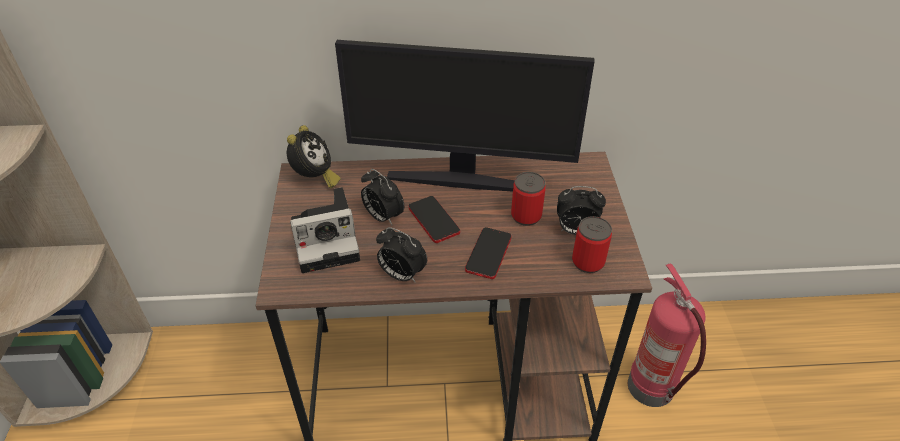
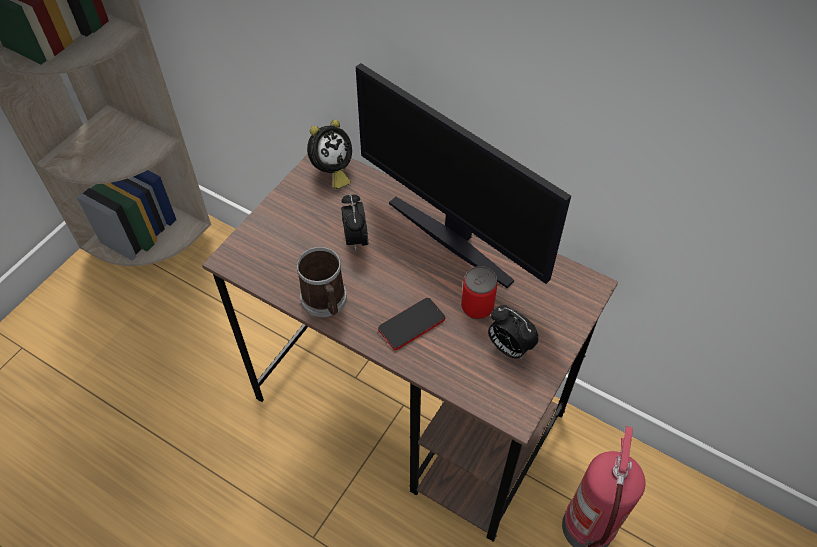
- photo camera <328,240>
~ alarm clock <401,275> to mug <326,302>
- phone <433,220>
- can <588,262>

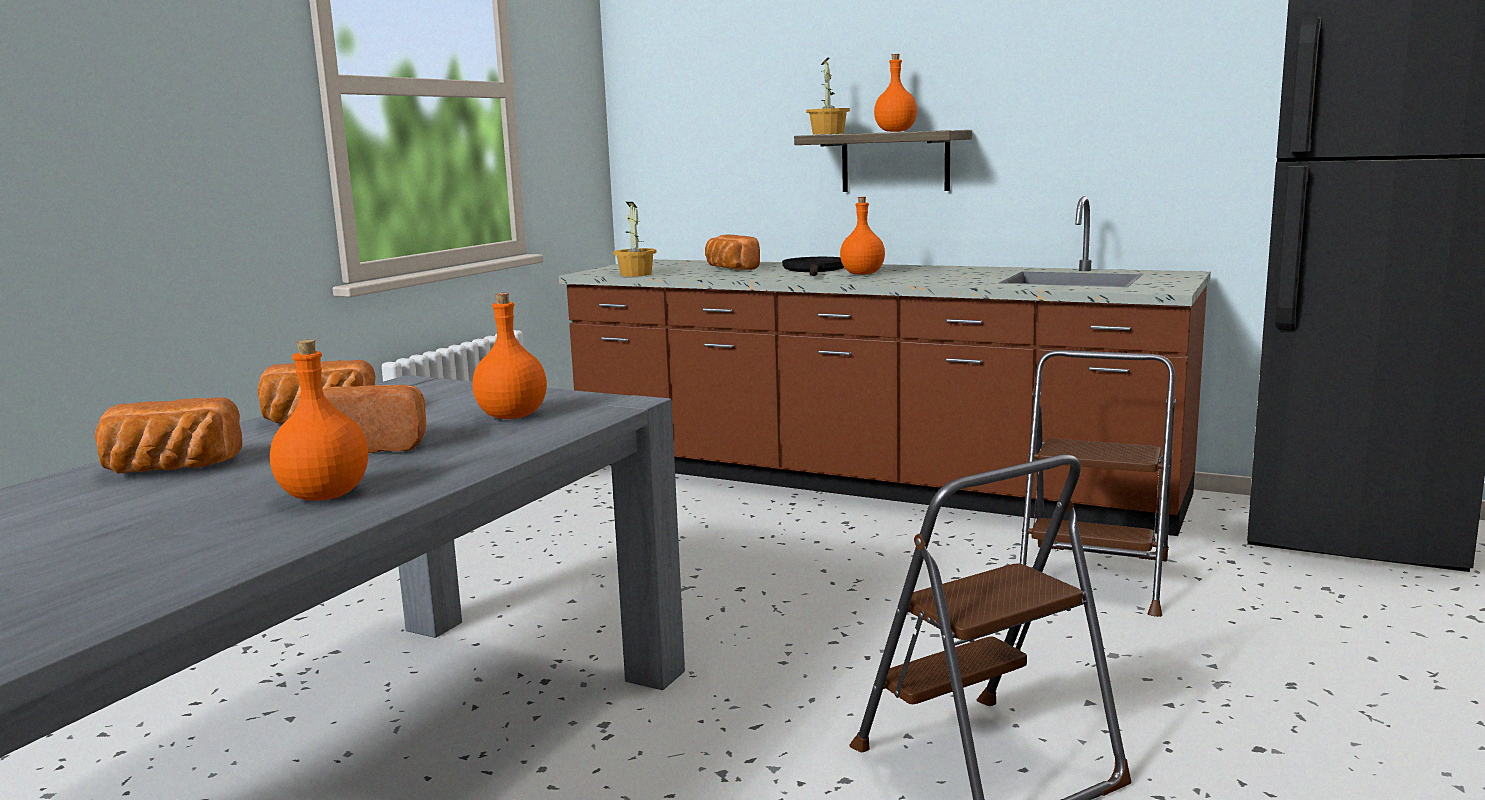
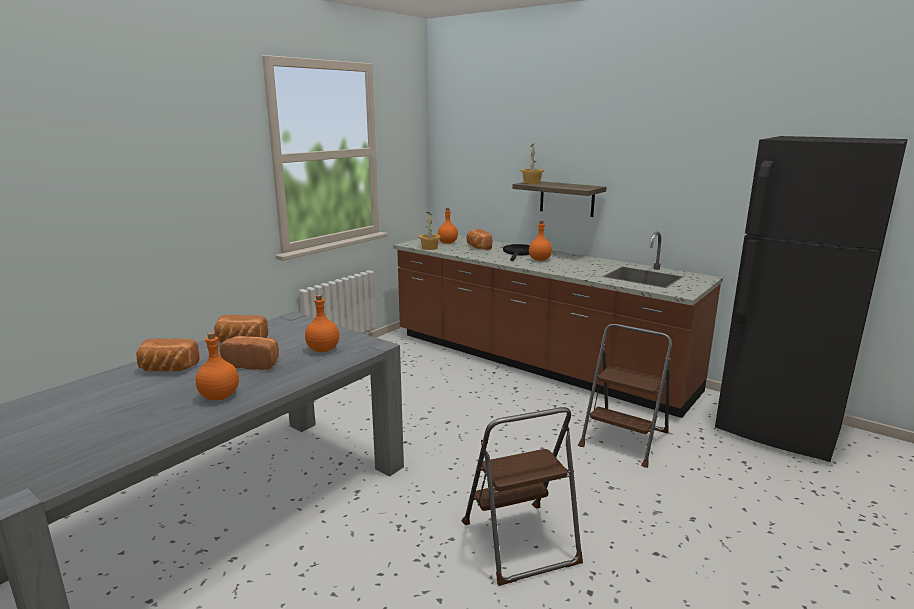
~ orange bottle <895,131> to <447,243>

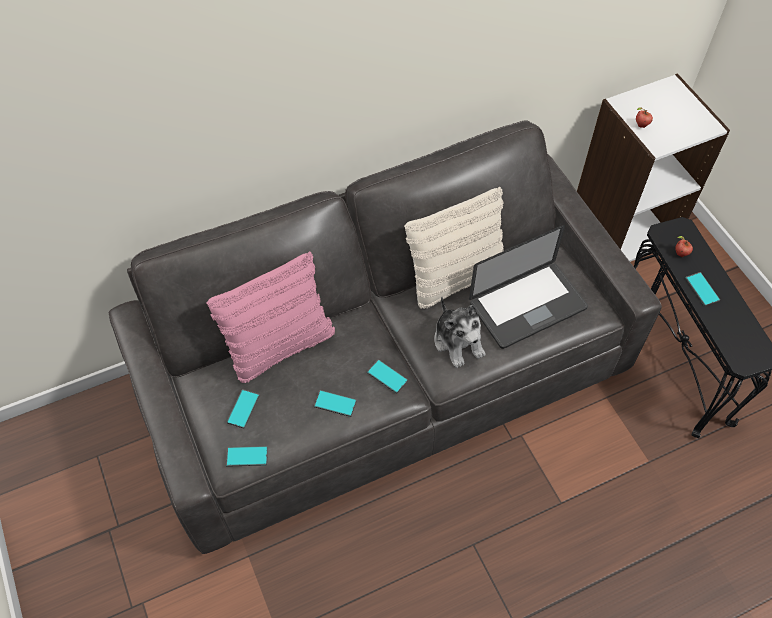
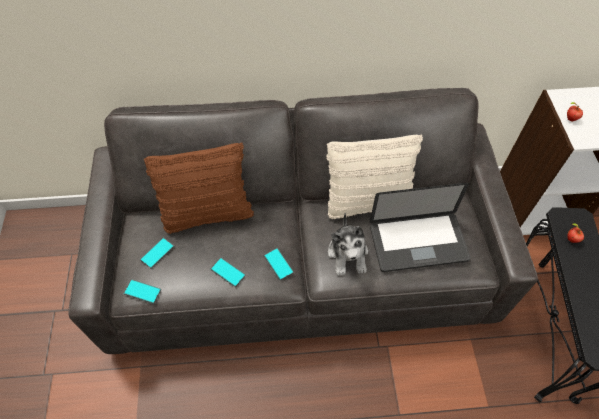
~ pink pillow <280,346> to brown pillow <208,213>
- phone <702,289>

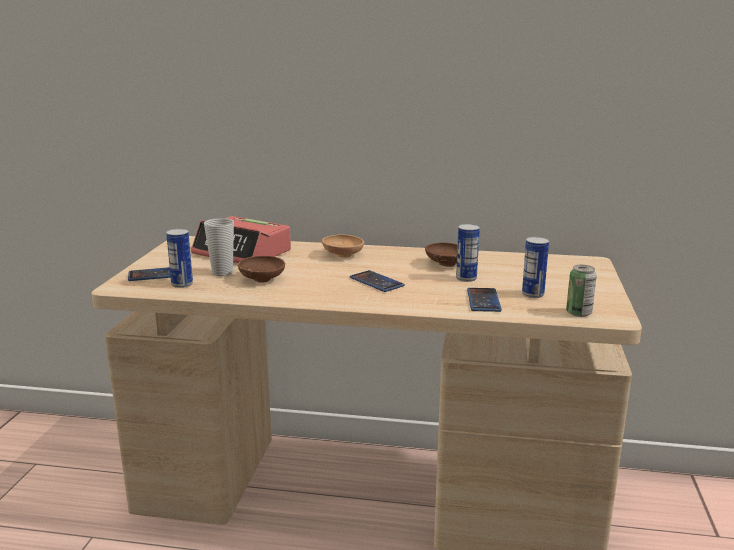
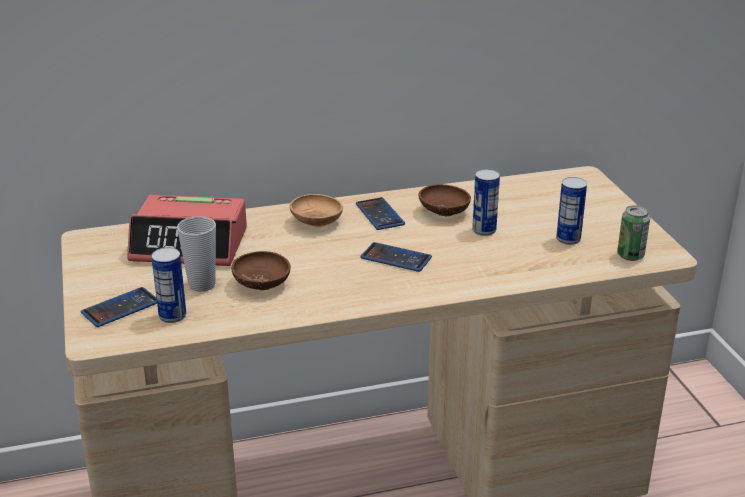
~ phone <483,300> to <379,214>

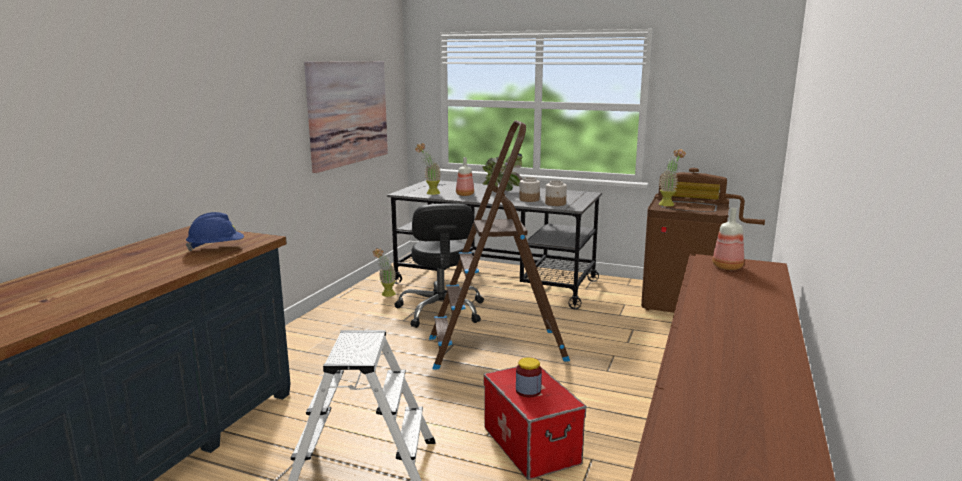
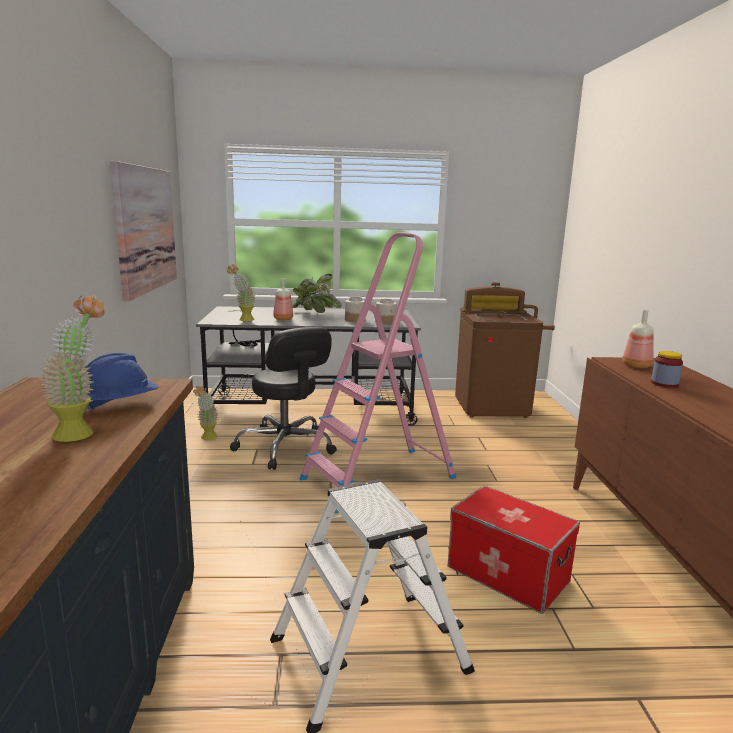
~ brown step ladder <495,349> to pink step ladder <377,478>
~ jar <528,391> to <664,384>
~ potted plant <669,204> to <82,431>

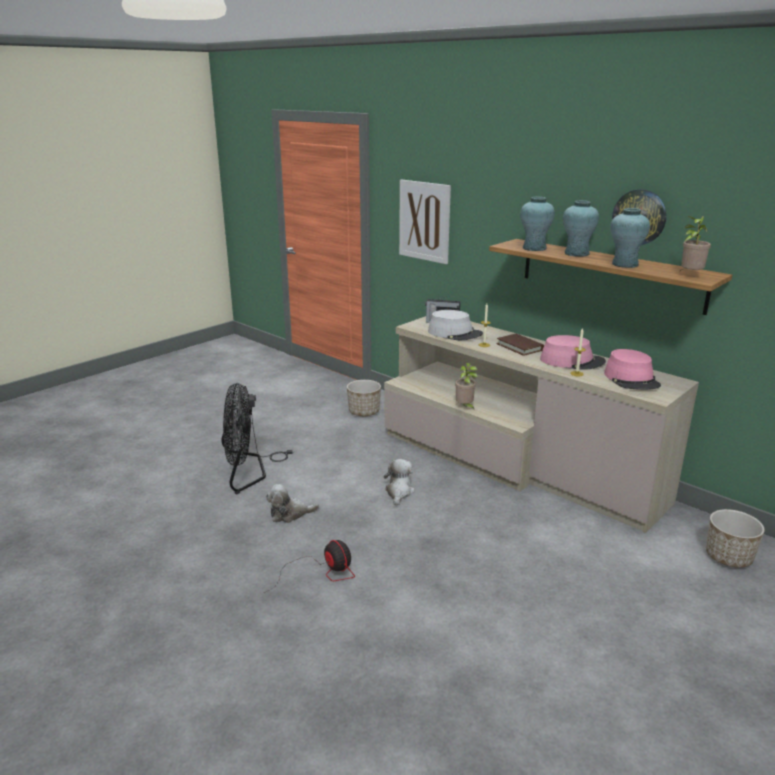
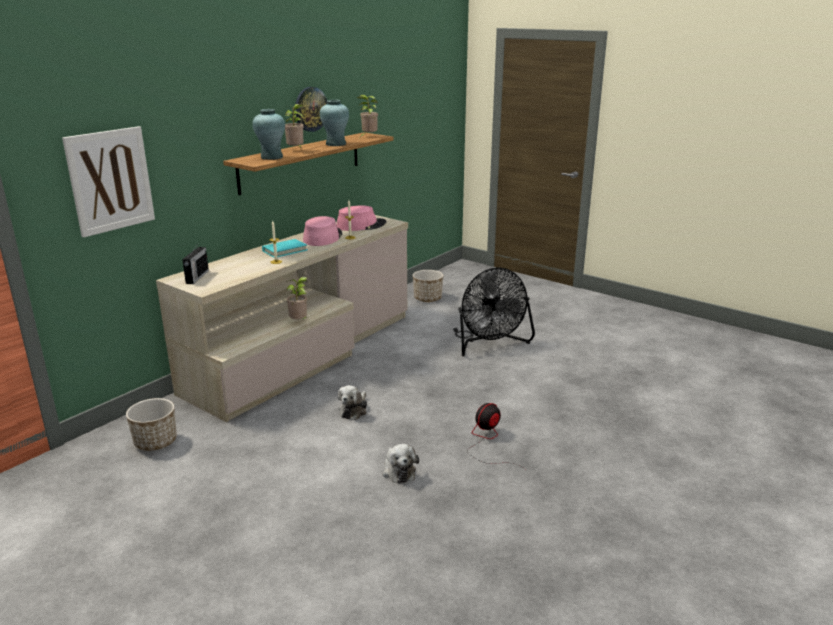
~ black fan <249,468> to <486,343>
~ plush toy <399,492> = <354,410> 75 degrees counterclockwise
- grey hat <455,333>
~ brown book <520,347> to turquoise book <285,250>
~ turquoise vase <576,253> to potted plant <296,150>

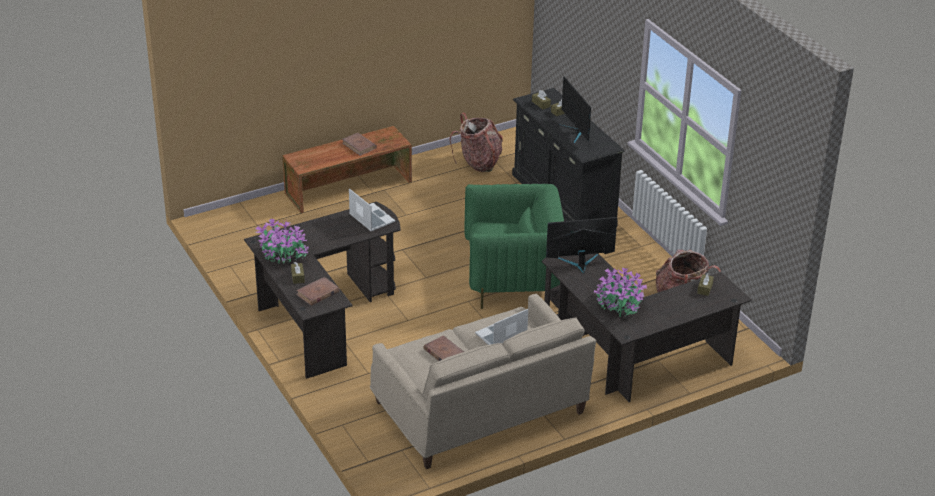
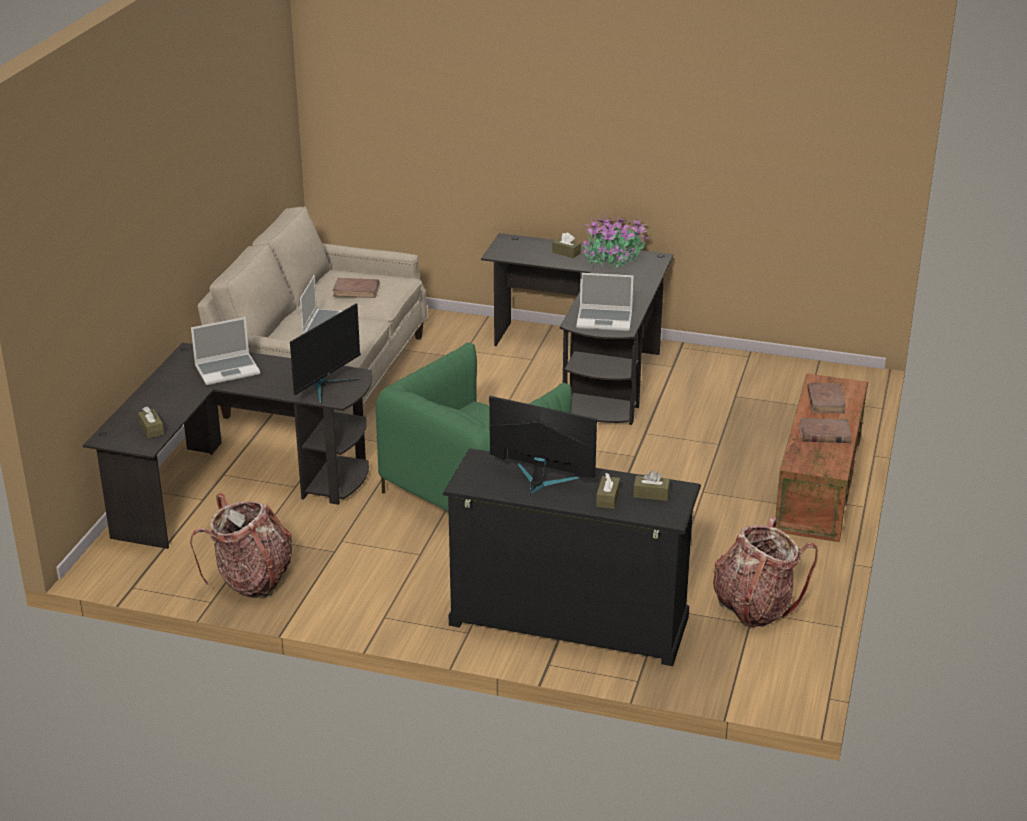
~ brown book <317,293> to <825,401>
~ potted plant <619,305> to laptop <228,370>

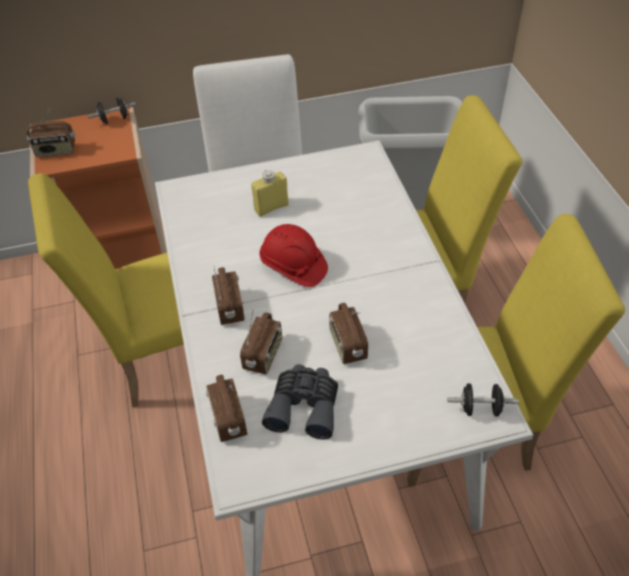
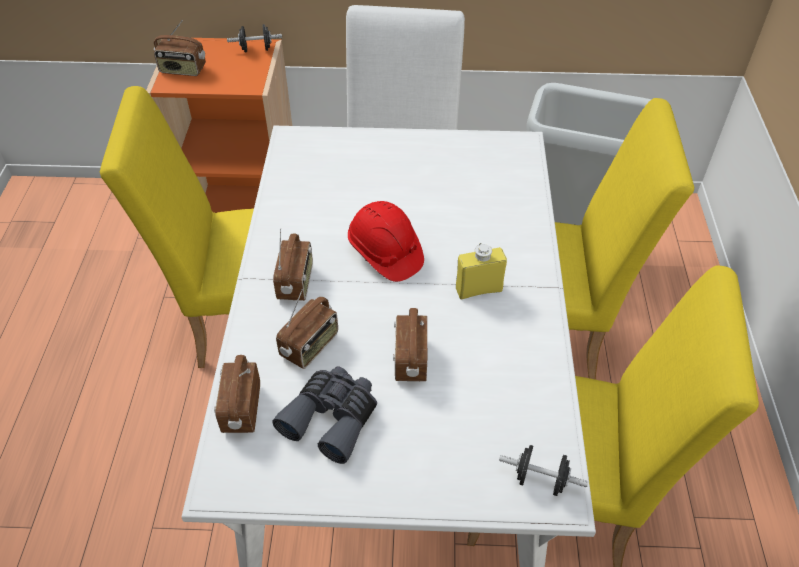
~ yellow bottle <271,207> to <478,289>

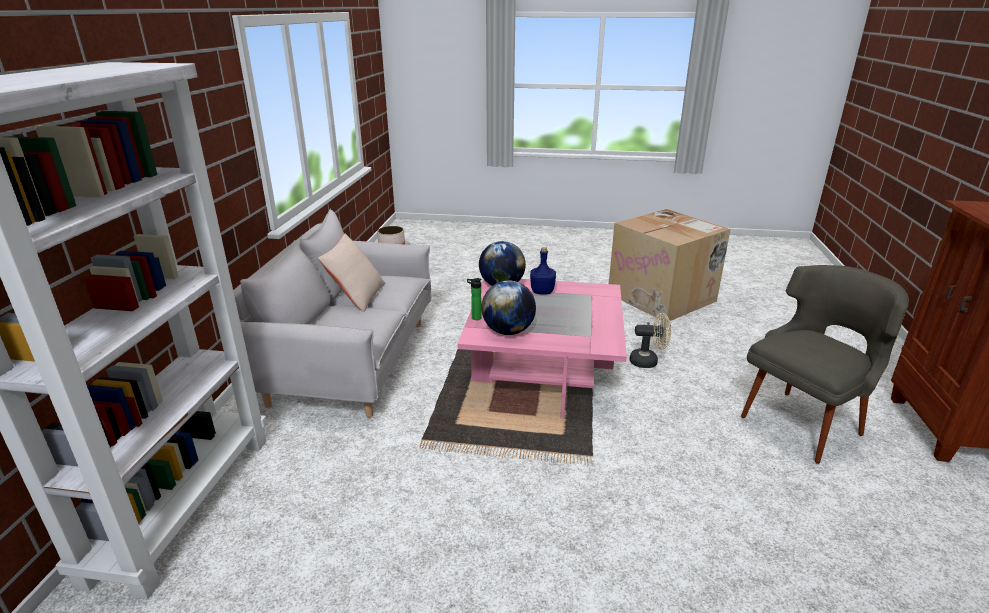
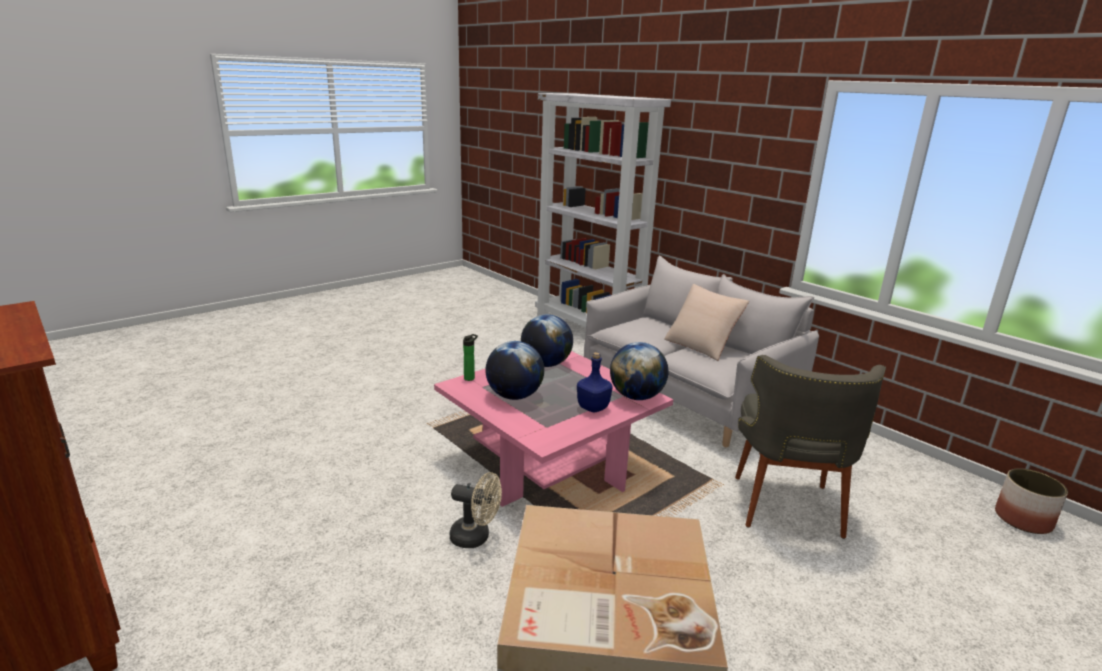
~ bottle <474,318> to <470,378>
~ beige fan <648,361> = <476,537> 120 degrees counterclockwise
~ grey chair <799,426> to <786,506>
+ globe <514,396>

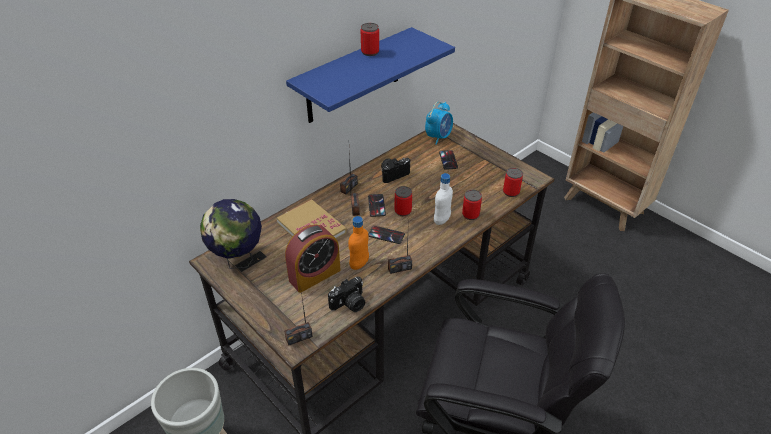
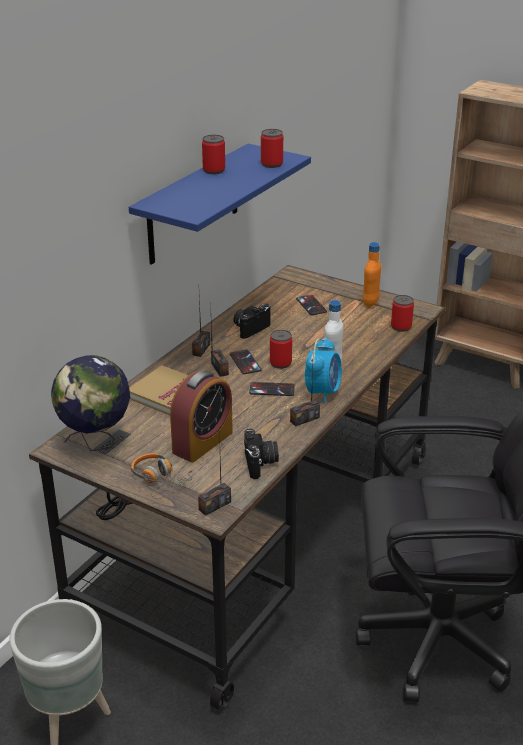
~ photo camera <349,304> = <261,463> 45 degrees counterclockwise
~ orange bottle <359,264> to <370,302>
~ alarm clock <438,137> to <322,392>
~ can <470,214> to <271,164>
+ headphones <159,480>

